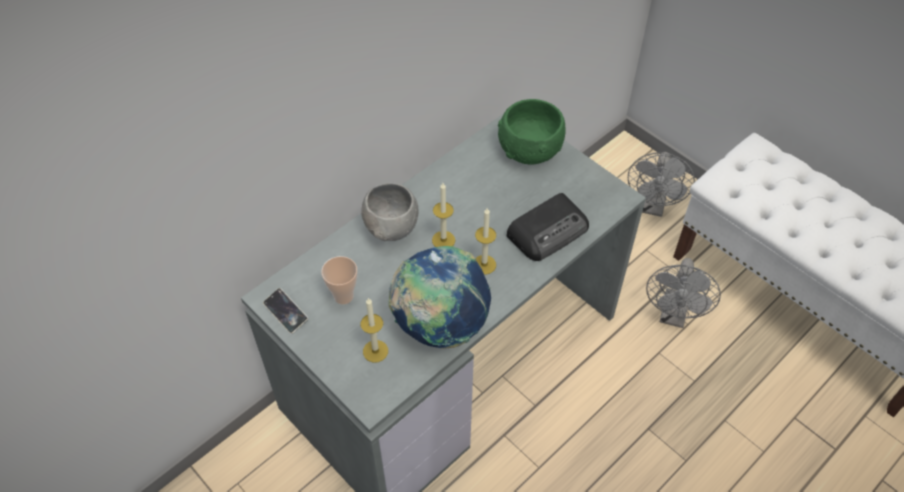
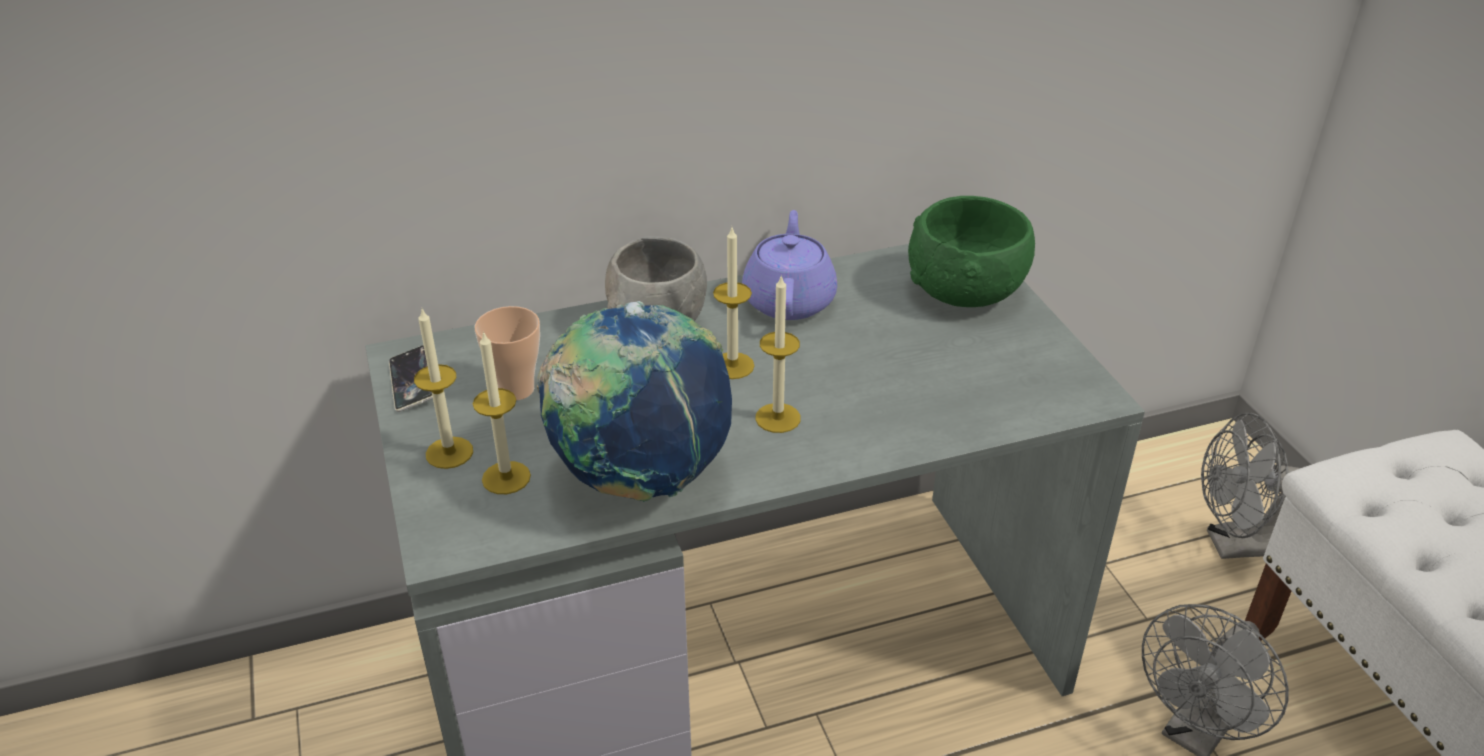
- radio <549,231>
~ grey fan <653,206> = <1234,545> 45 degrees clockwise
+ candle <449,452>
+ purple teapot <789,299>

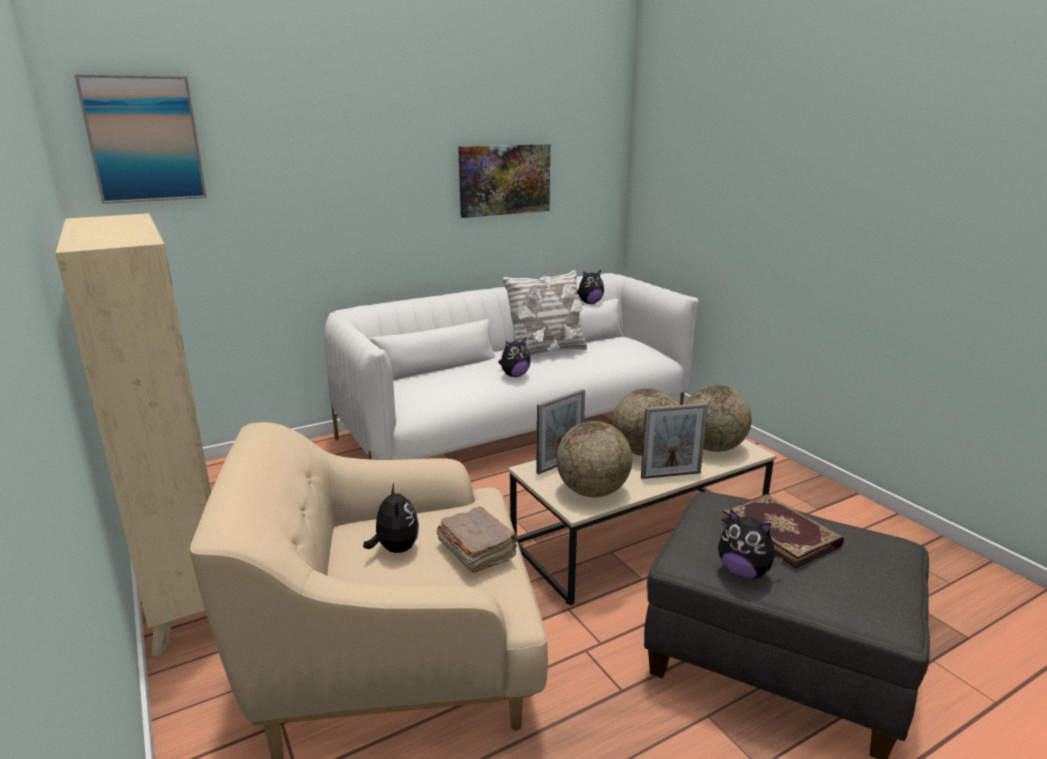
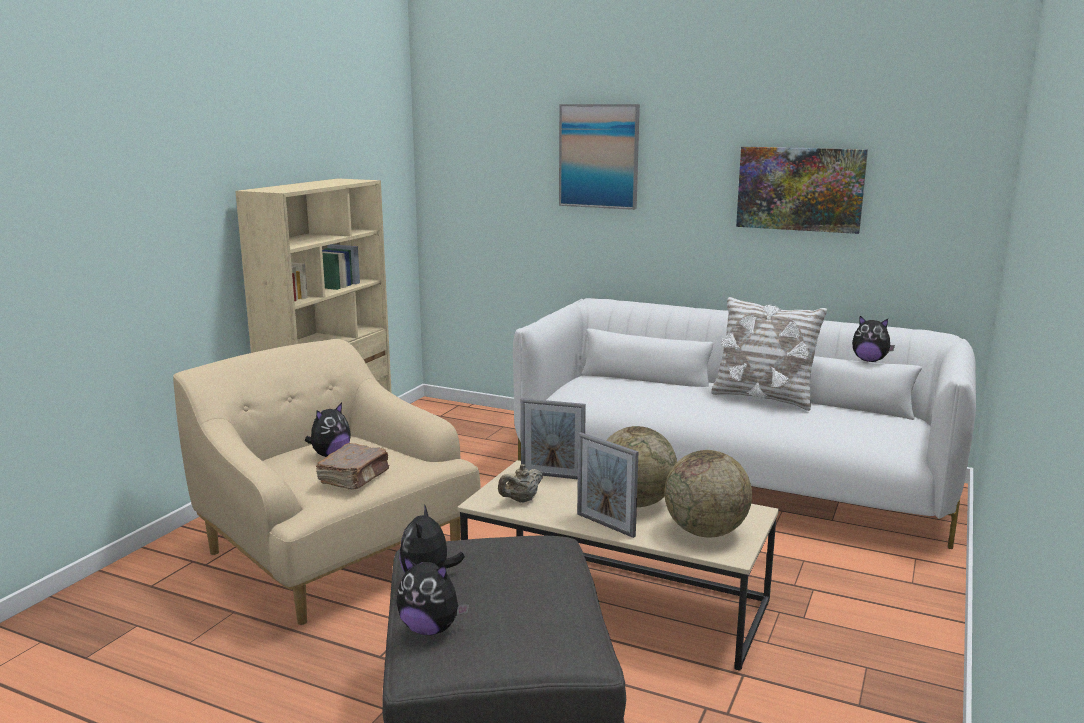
~ picture <144,139> to <599,156>
~ plush toy <514,375> to <430,629>
~ globe <592,491> to beige teapot <521,500>
- book <781,532>

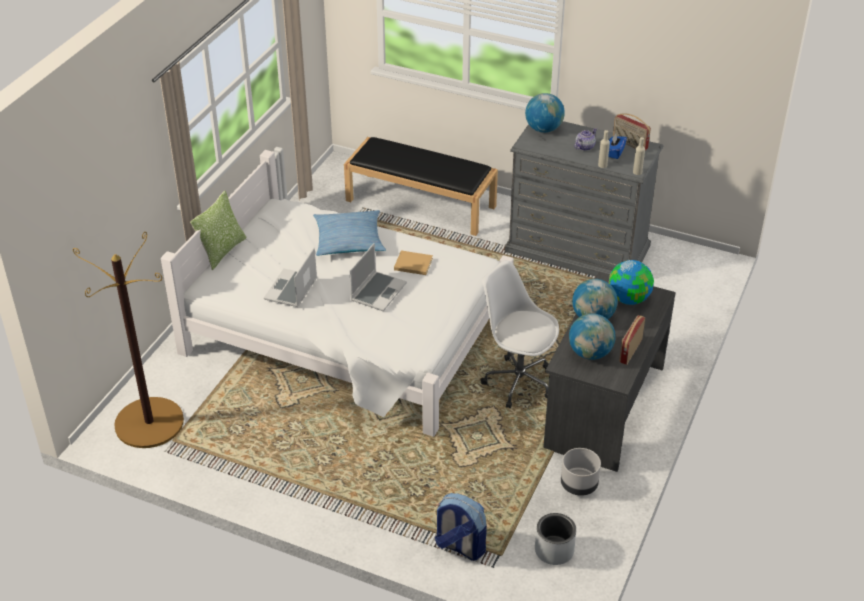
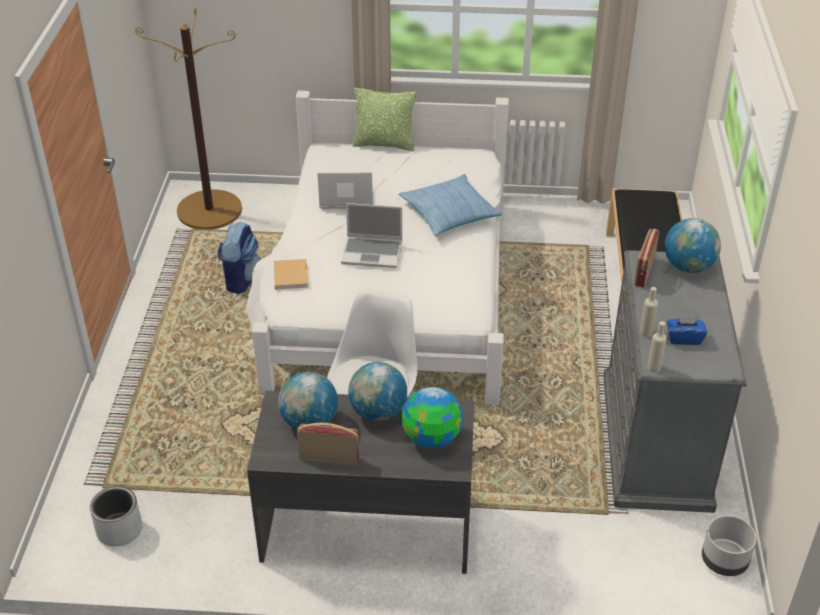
~ beige book <412,264> to <290,274>
~ backpack <459,546> to <241,279>
~ grey planter <579,485> to <724,561>
- teapot <584,147>
~ radio <629,144> to <643,271>

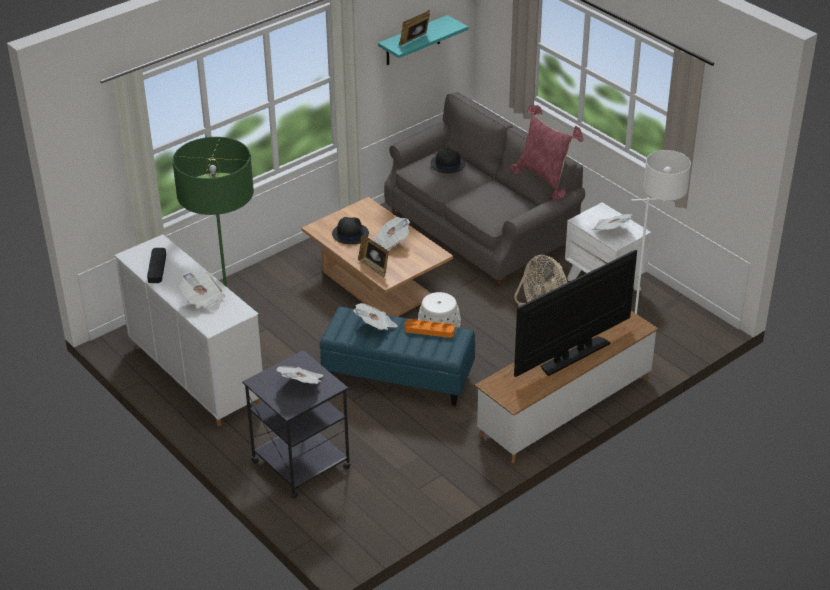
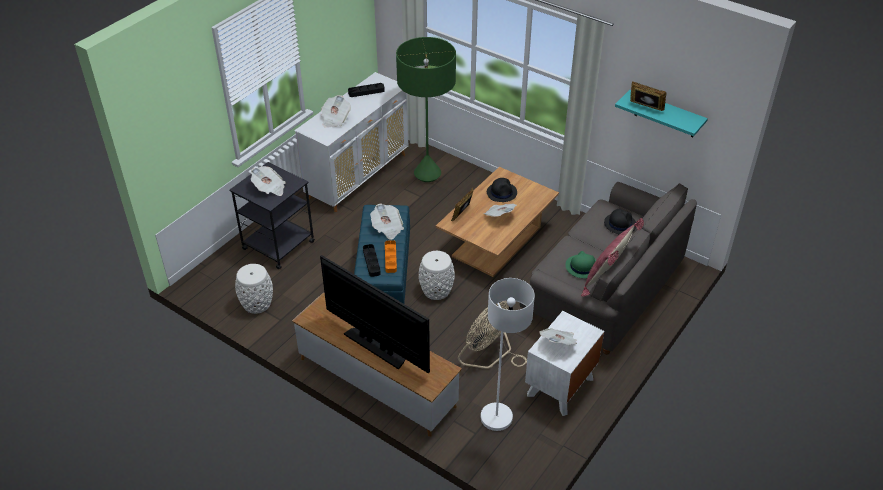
+ white stool <257,304>
+ black tray <371,262>
+ green hat <582,267>

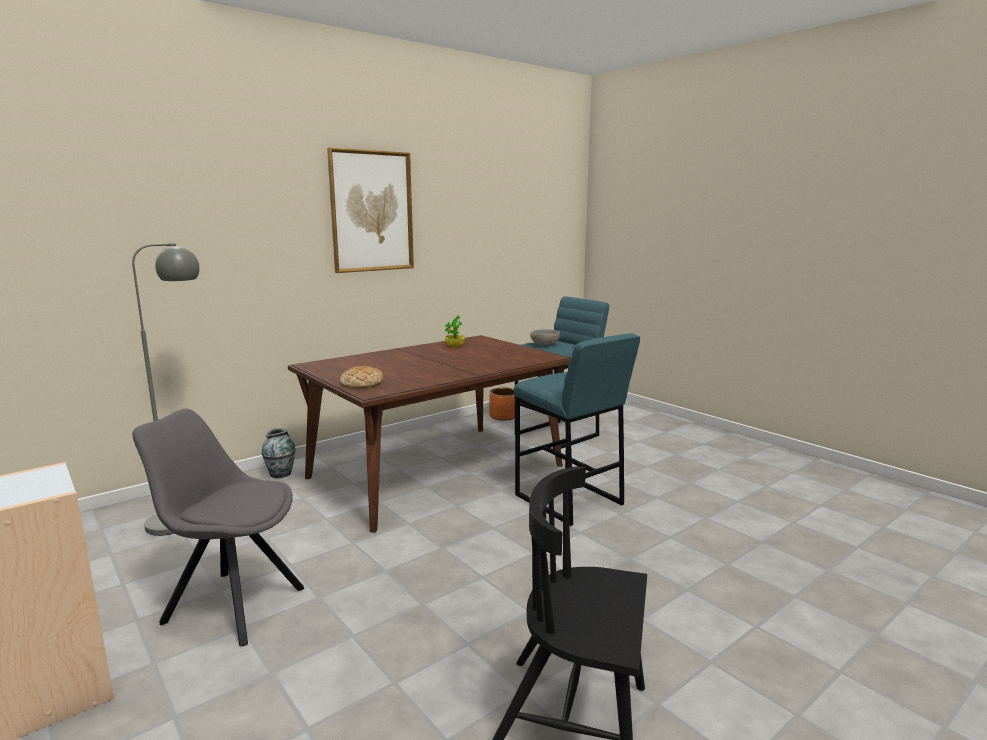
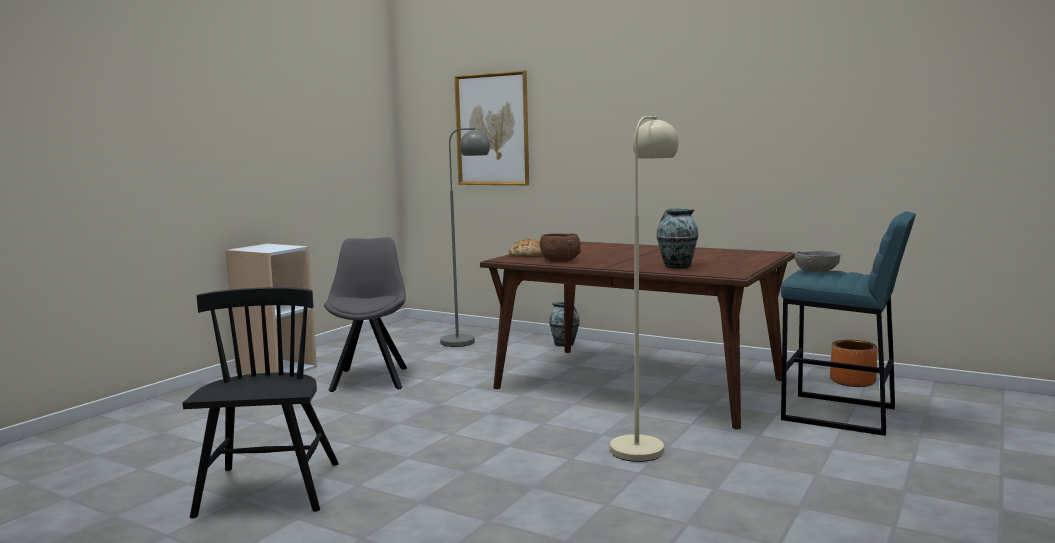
~ picture <371,211> to <492,129>
- potted plant <455,346>
~ turquoise stool <570,500> to beige floor lamp <643,445>
+ brown bowl <560,260>
+ vase <676,266>

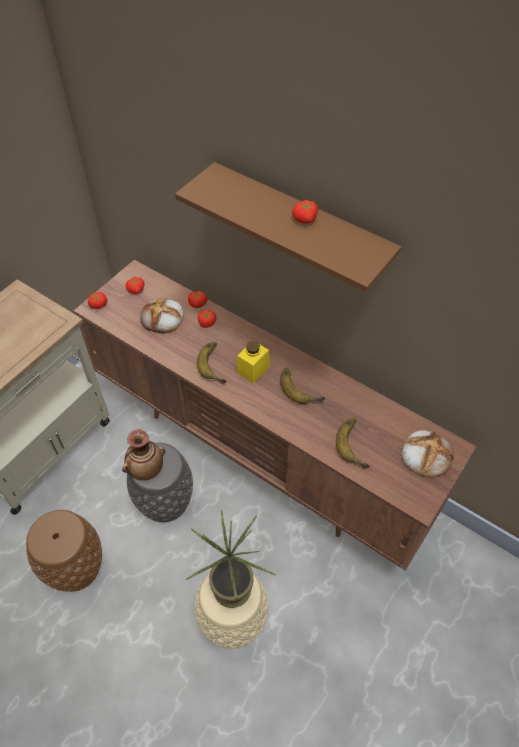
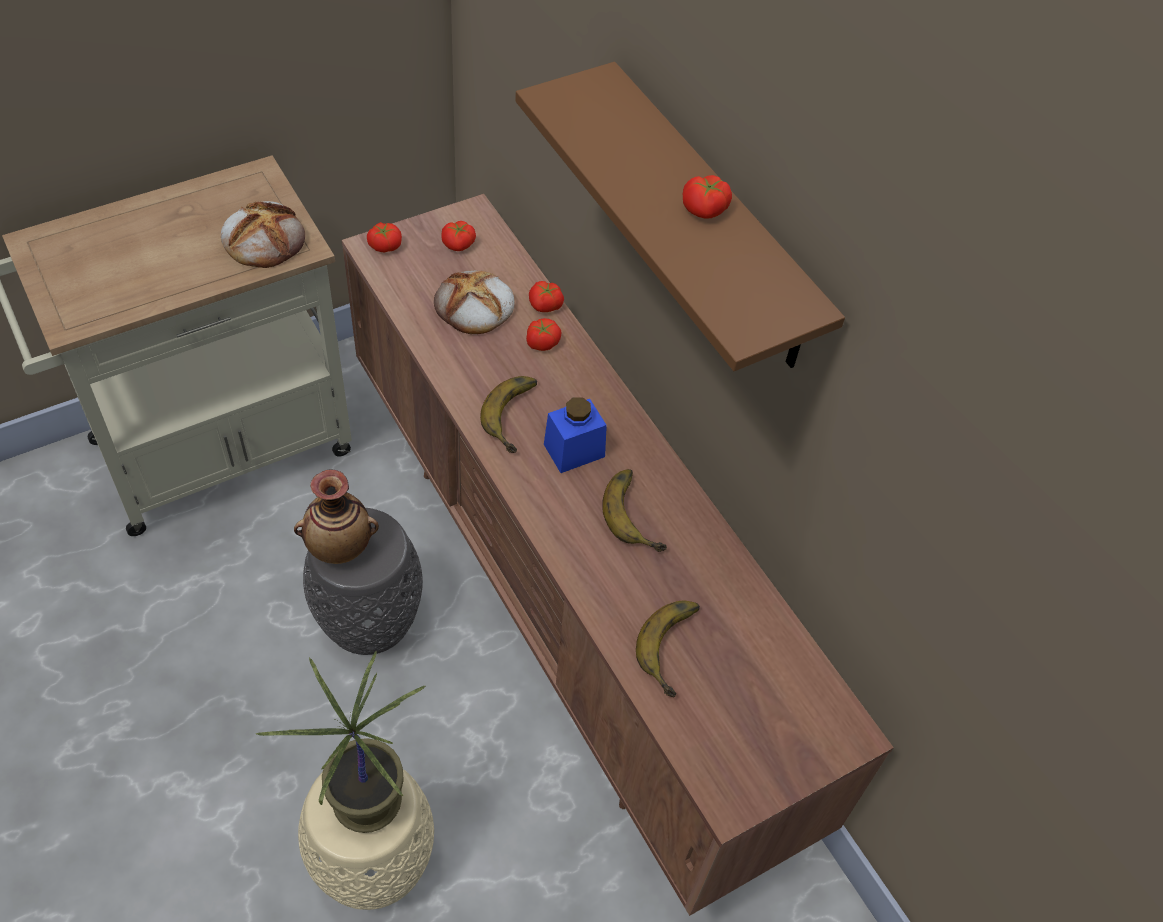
- brown stool <75,566>
~ yellow jar <253,369> to blue jar <574,450>
~ bread <426,455> to <264,238>

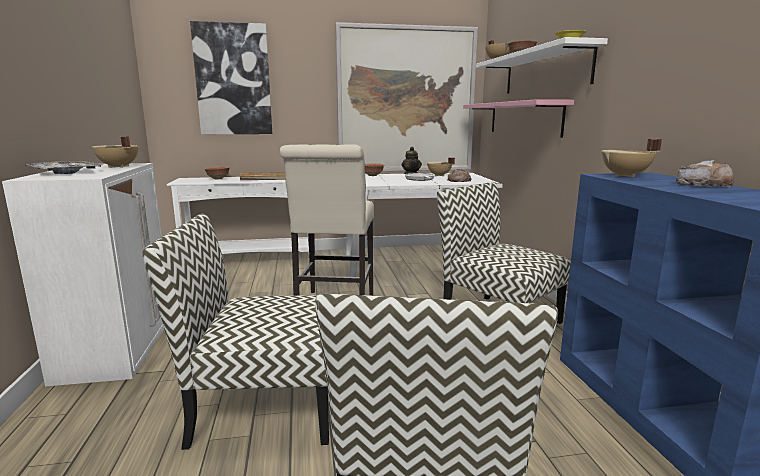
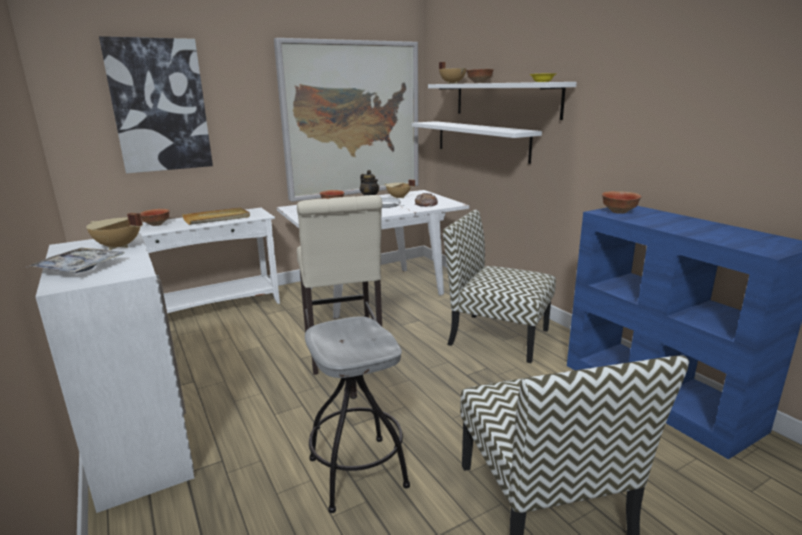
~ chair <264,407> to grey stool <357,471>
~ pink shelf <523,118> to white shelf <481,140>
~ beige cooking pot <626,176> to bowl <619,212>
- bread <703,184>

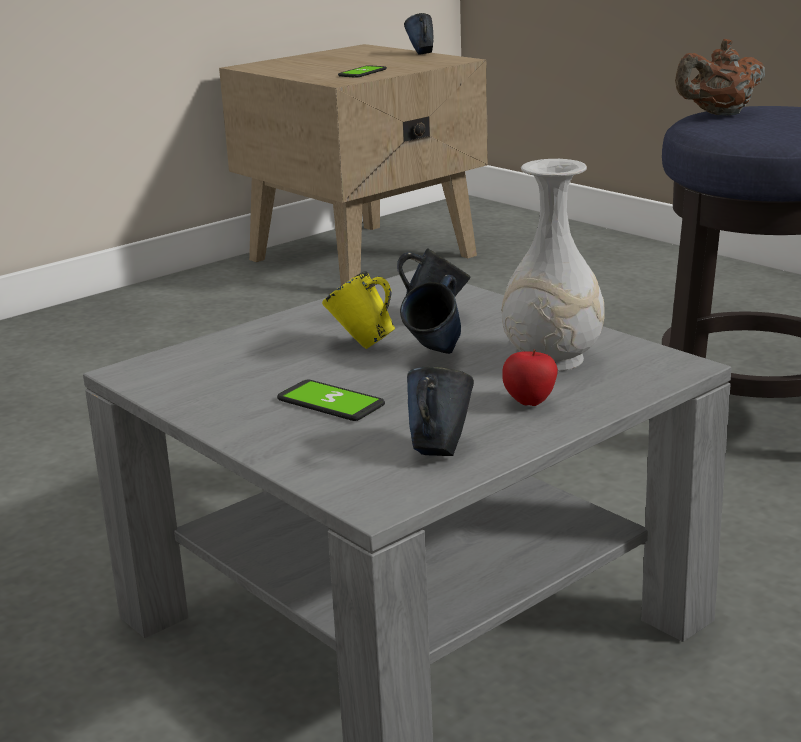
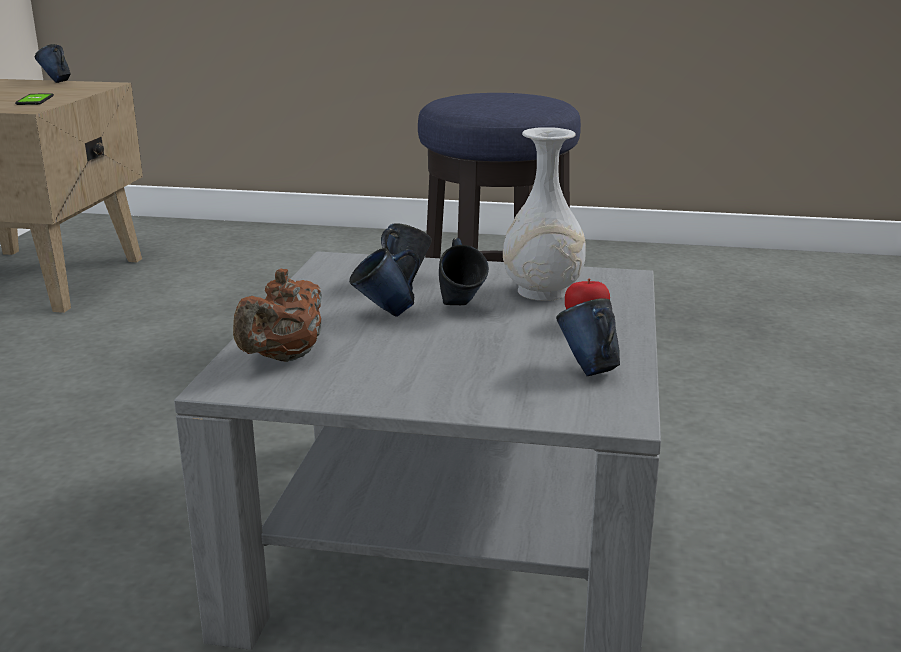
- phone <330,402>
~ yellow mug <362,344> to blue mug <385,314>
~ brown teapot <719,114> to <284,357>

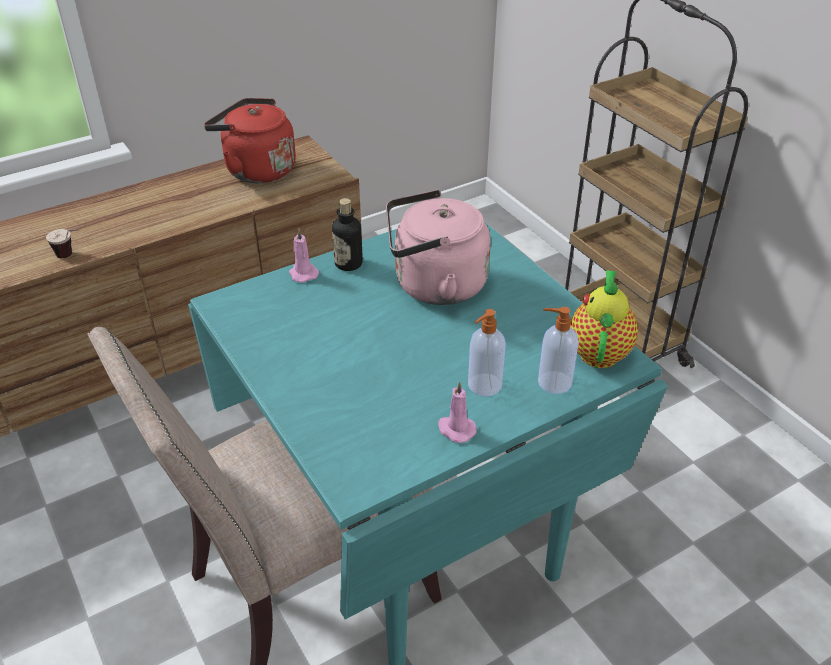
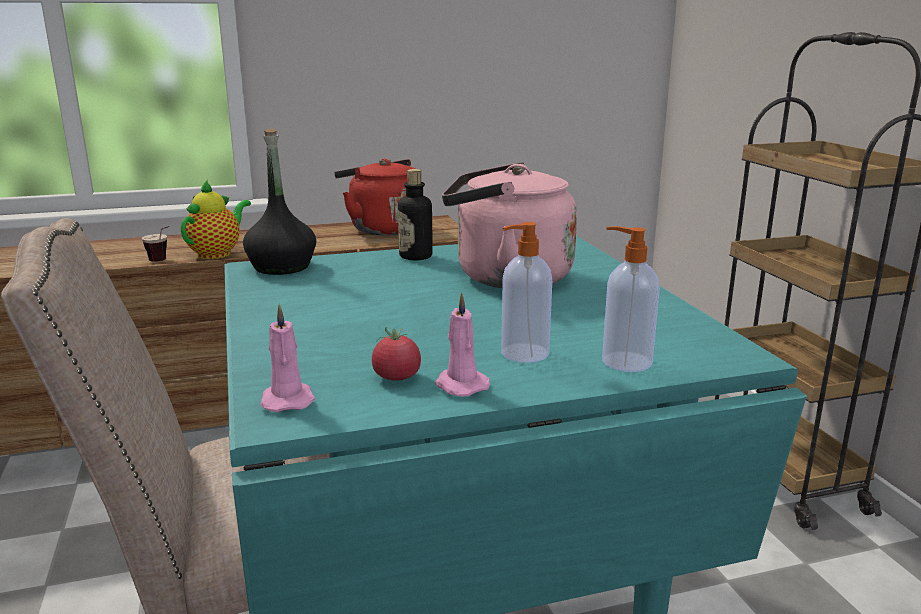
~ pink candle <303,273> to <287,400>
~ teapot <599,351> to <217,253>
+ black bottle <282,267>
+ tomato <397,377>

